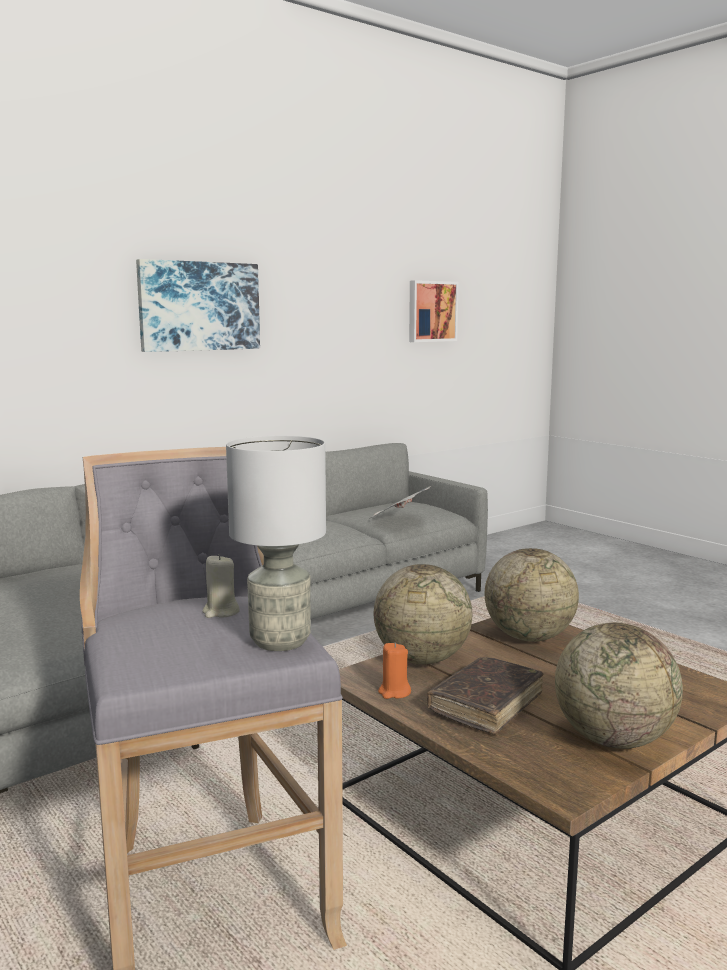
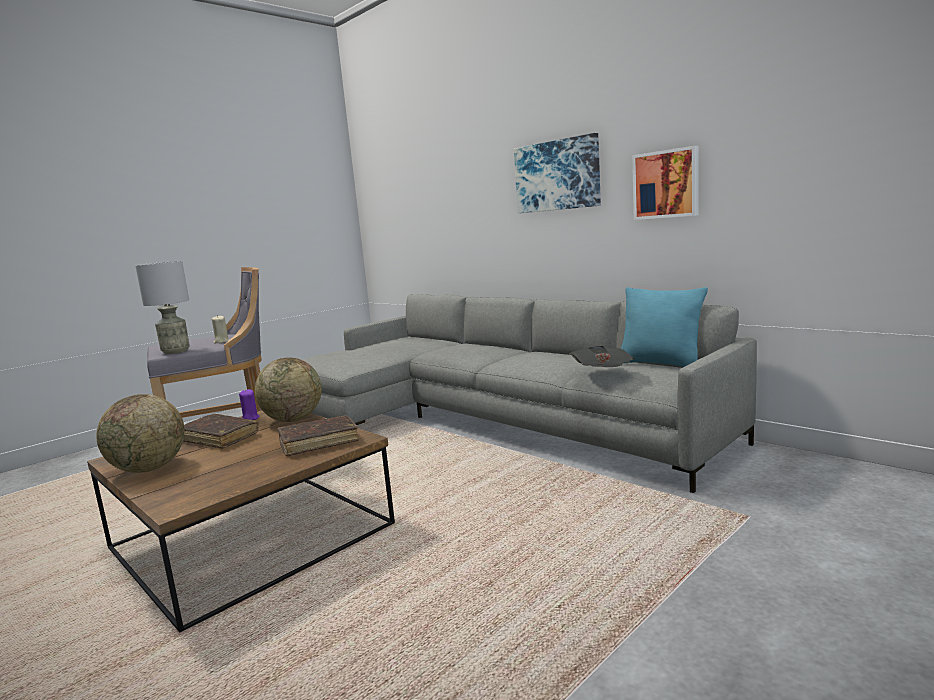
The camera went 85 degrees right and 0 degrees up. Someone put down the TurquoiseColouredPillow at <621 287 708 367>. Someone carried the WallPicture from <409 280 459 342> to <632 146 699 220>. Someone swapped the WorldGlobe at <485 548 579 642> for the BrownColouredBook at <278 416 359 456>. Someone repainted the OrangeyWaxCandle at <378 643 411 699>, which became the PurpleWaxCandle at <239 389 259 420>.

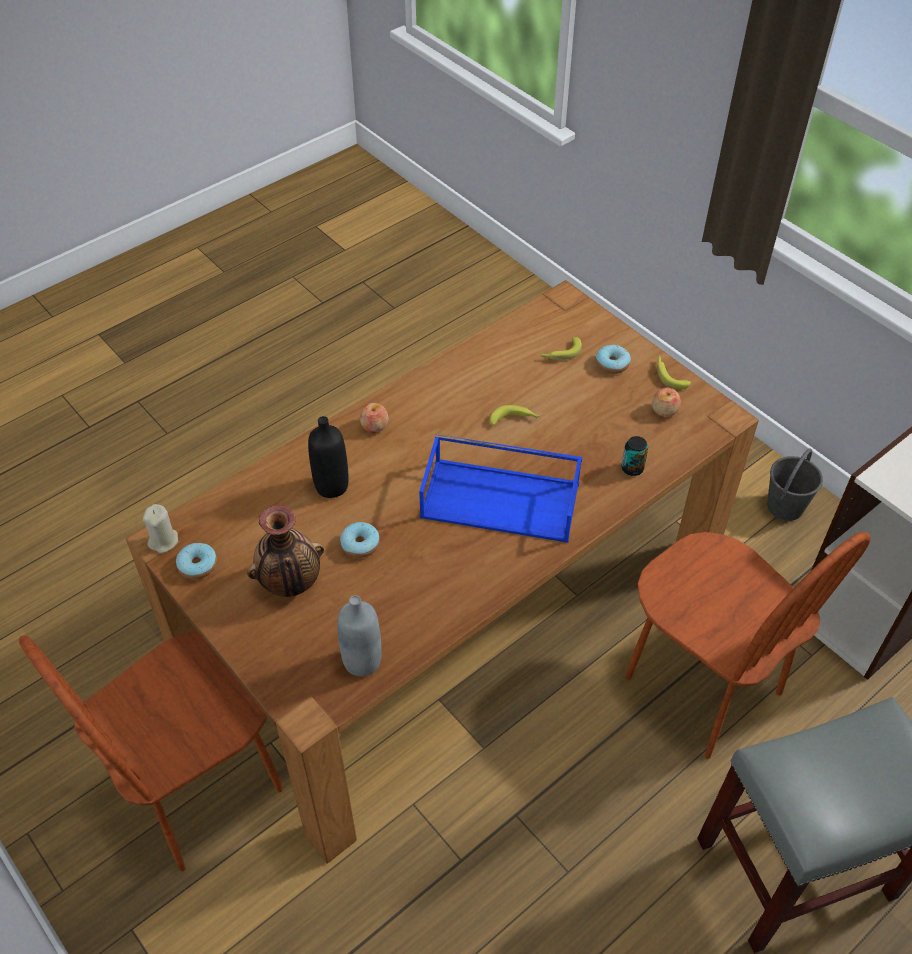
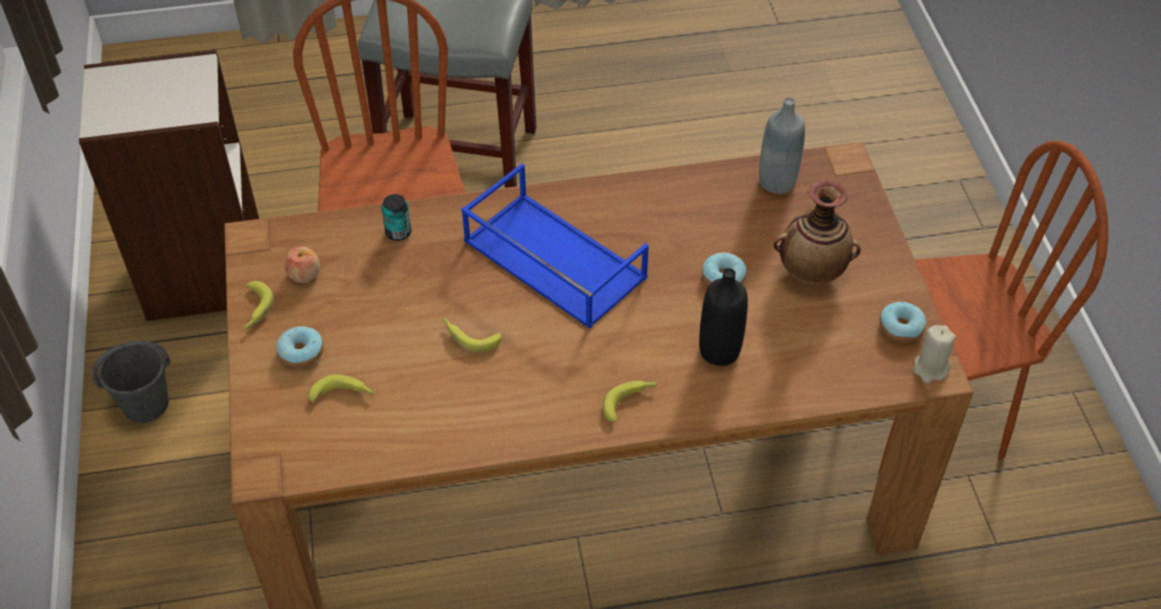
The camera went 150 degrees left and 0 degrees up. Someone swapped the Apple at <360 403 388 433> for the BananaFruit at <603 381 657 422>.

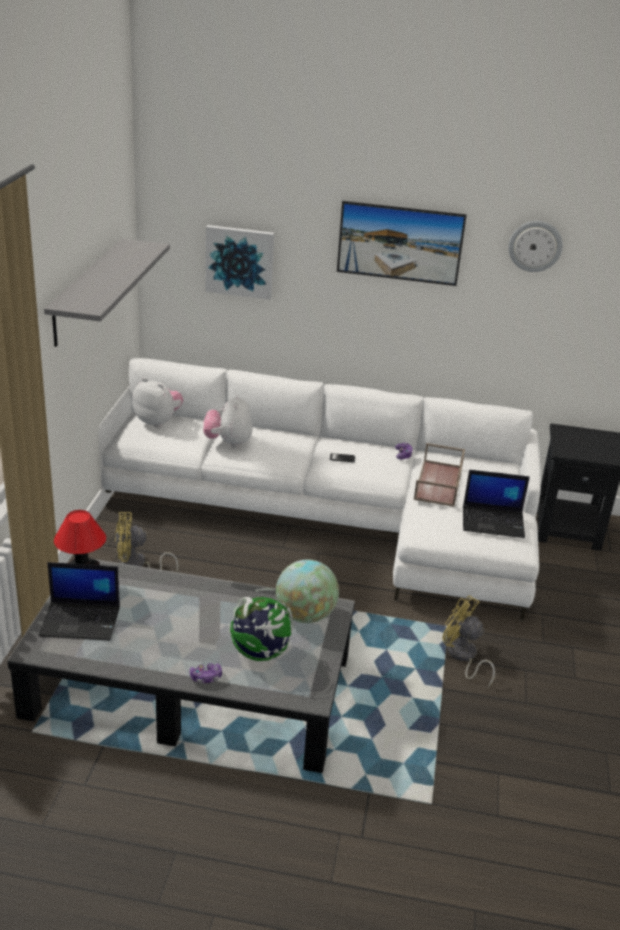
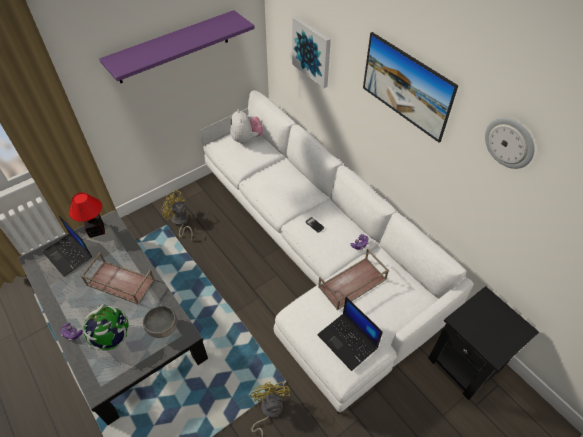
The camera went 45 degrees right and 20 degrees up. Someone took away the SoftToy at <203 394 253 448>. Someone put down the BrownColouredTray at <81 252 155 305>. Someone swapped the WorldGlobe at <276 559 339 623> for the GreyBowl at <143 306 177 338>. Someone repainted the GreyWallShelf at <44 239 170 347>, which became the PurpleWallShelf at <99 10 255 83>.

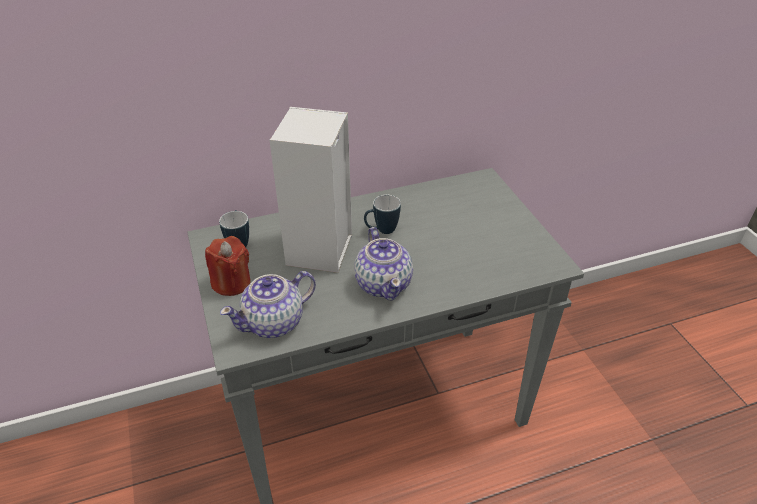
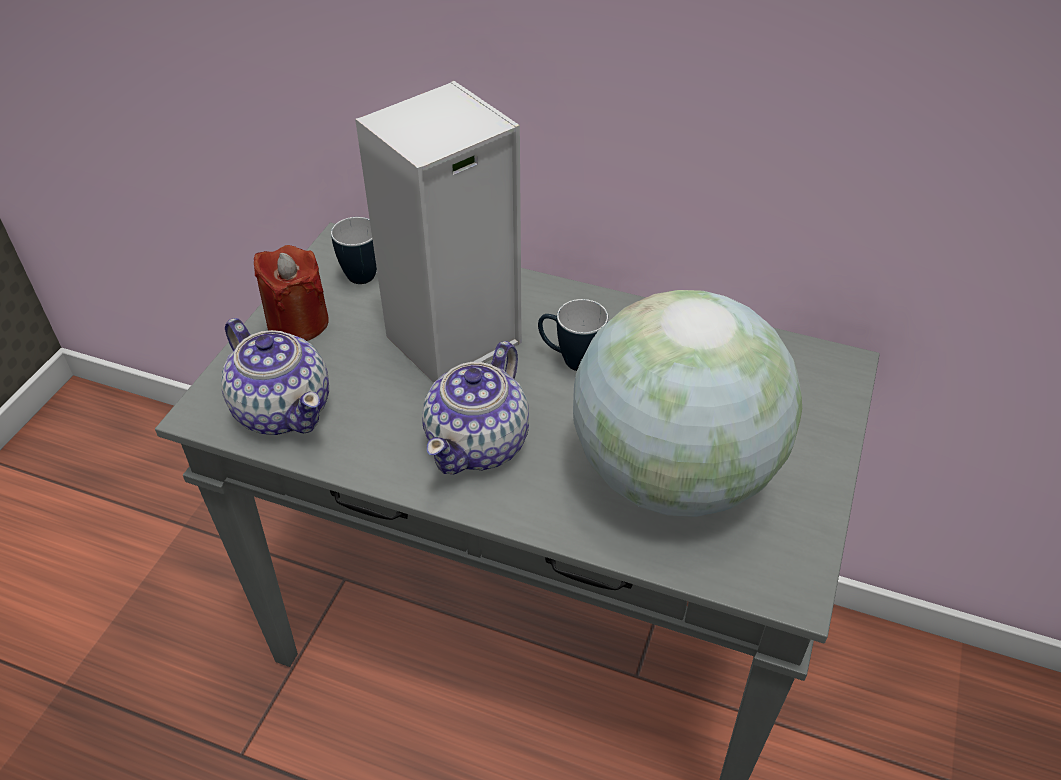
The camera went 40 degrees right and 5 degrees up. Someone put down the WorldGlobe at <573 290 802 517>. Someone rotated the TeaPot at <220 271 316 338> by 135 degrees counterclockwise.

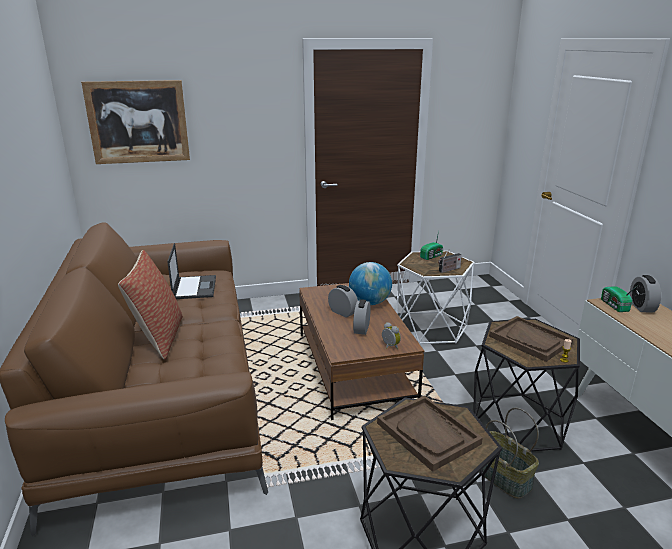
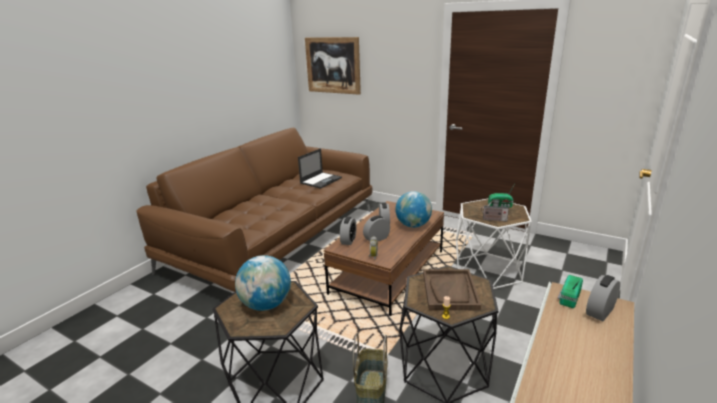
The camera went 45 degrees right and 0 degrees up. Someone took away the Pillow at <118 250 183 360>. Someone put down the AlarmClock at <340 217 356 245>. Someone swapped the BrownColouredTray at <377 396 483 472> for the WorldGlobe at <235 255 291 311>.

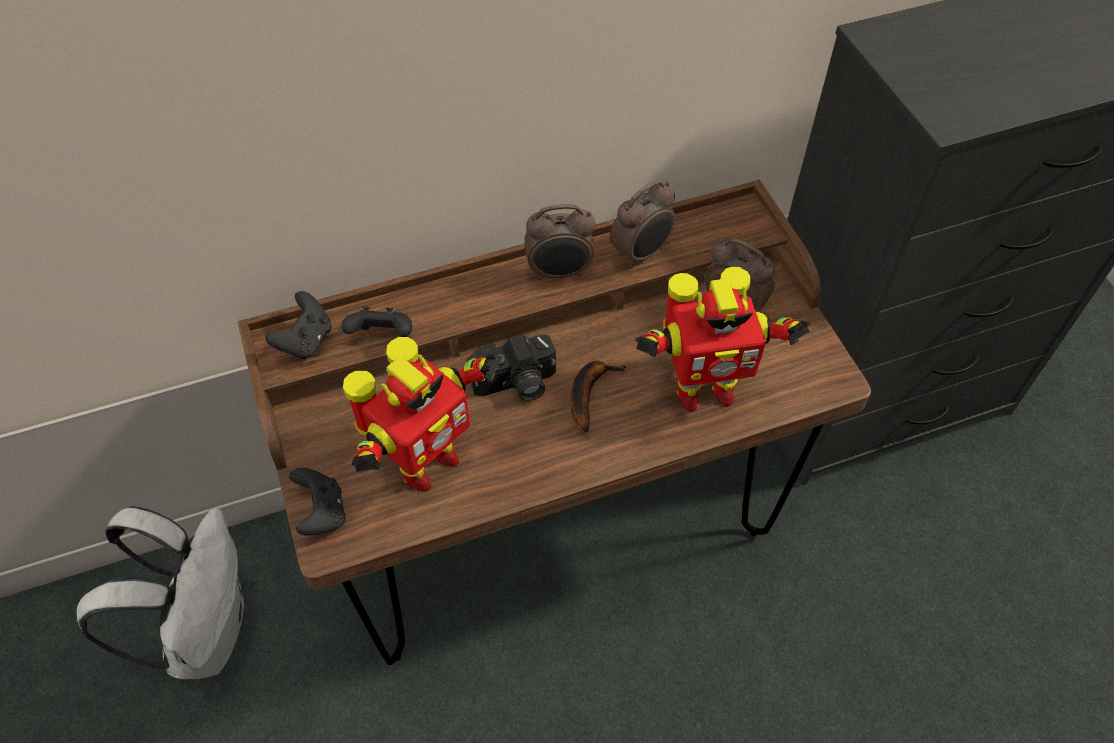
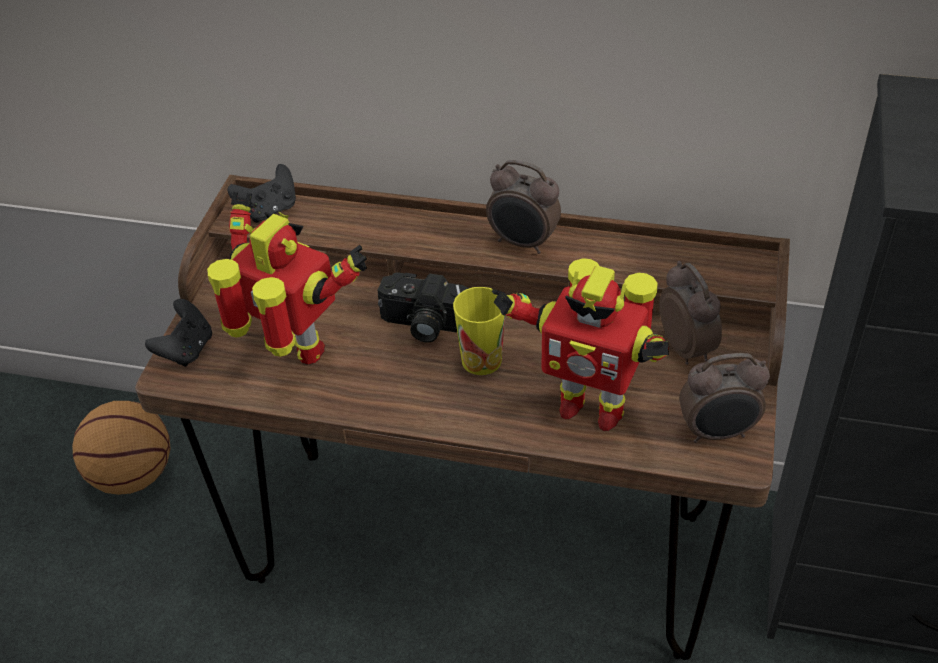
The camera went 35 degrees right and 10 degrees down. Someone took away the BlackJoypad at <341 306 412 337>. Someone carried the AlarmClock from <610 180 676 268> to <679 353 770 443>. Someone swapped the WhiteColouredKnapsack at <77 506 244 679> for the BallForBasketball at <72 401 171 495>. Someone swapped the BananaFruit at <570 360 627 432> for the Cup at <453 287 505 375>. Someone rotated the ToyRobot at <343 337 499 492> by 135 degrees counterclockwise.

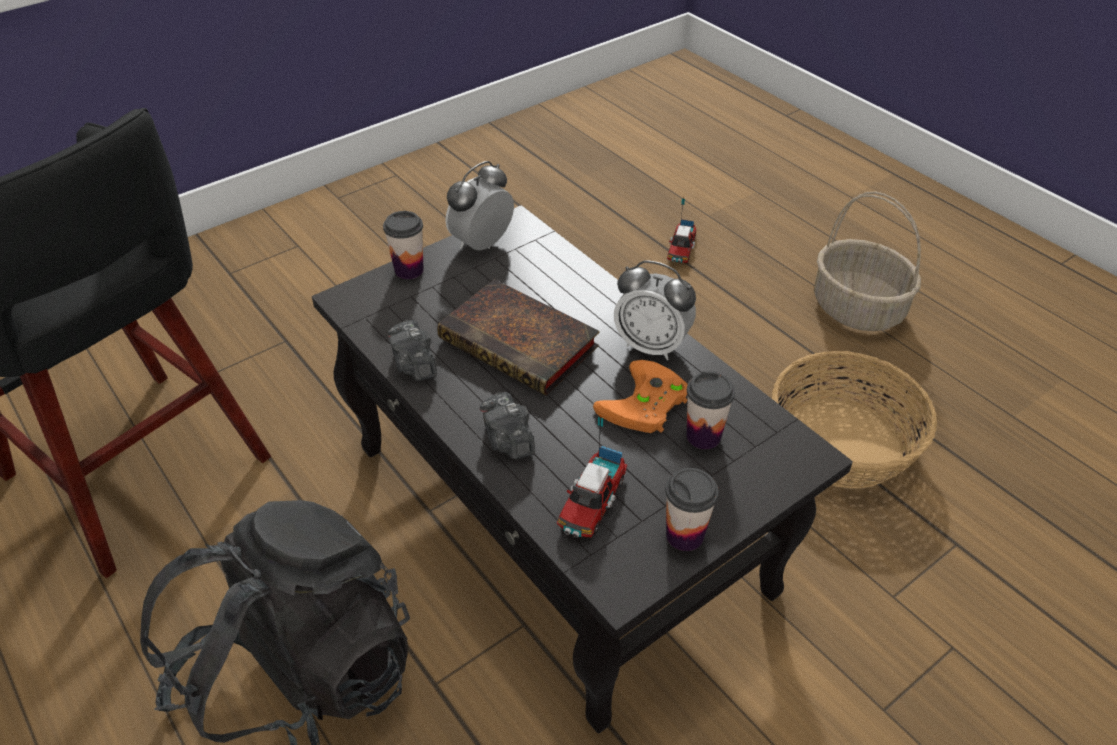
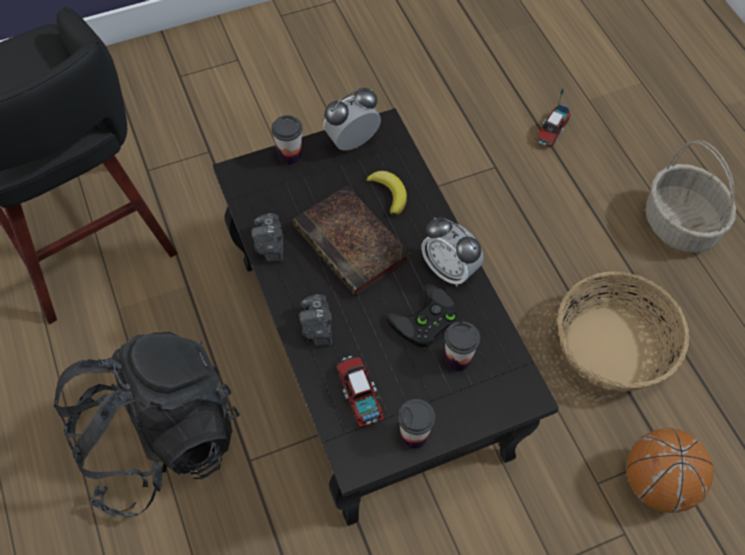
The camera went 15 degrees right and 15 degrees up. Someone put down the BananaFruit at <366 171 407 215>. Someone put down the BallForBasketball at <626 428 714 513>. Someone repainted the OrangeyJoypad at <593 360 688 433>, which became the BlackJoypad at <386 284 460 349>. Someone rotated the ToyTruck at <557 415 627 538> by 120 degrees clockwise.

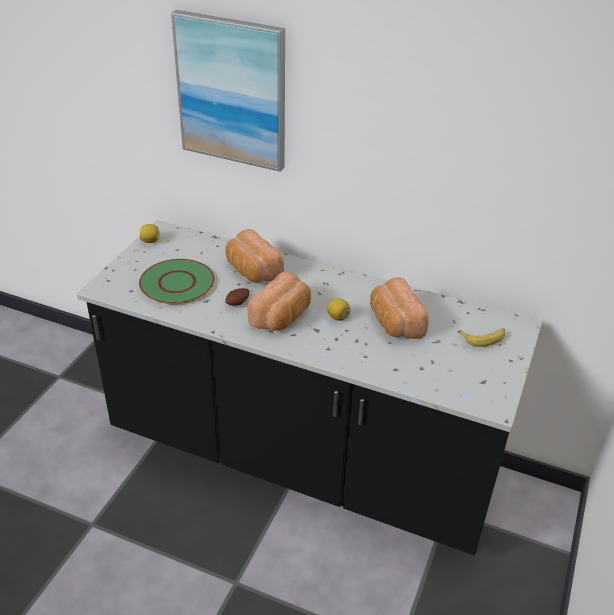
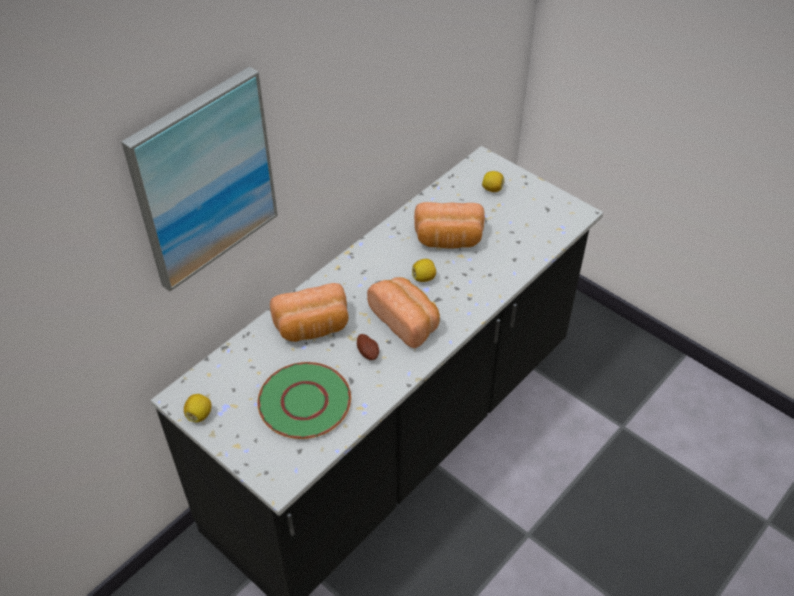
The camera went 70 degrees left and 10 degrees up. Someone swapped the BananaFruit at <458 328 505 347> for the Lemon at <482 171 504 192>.

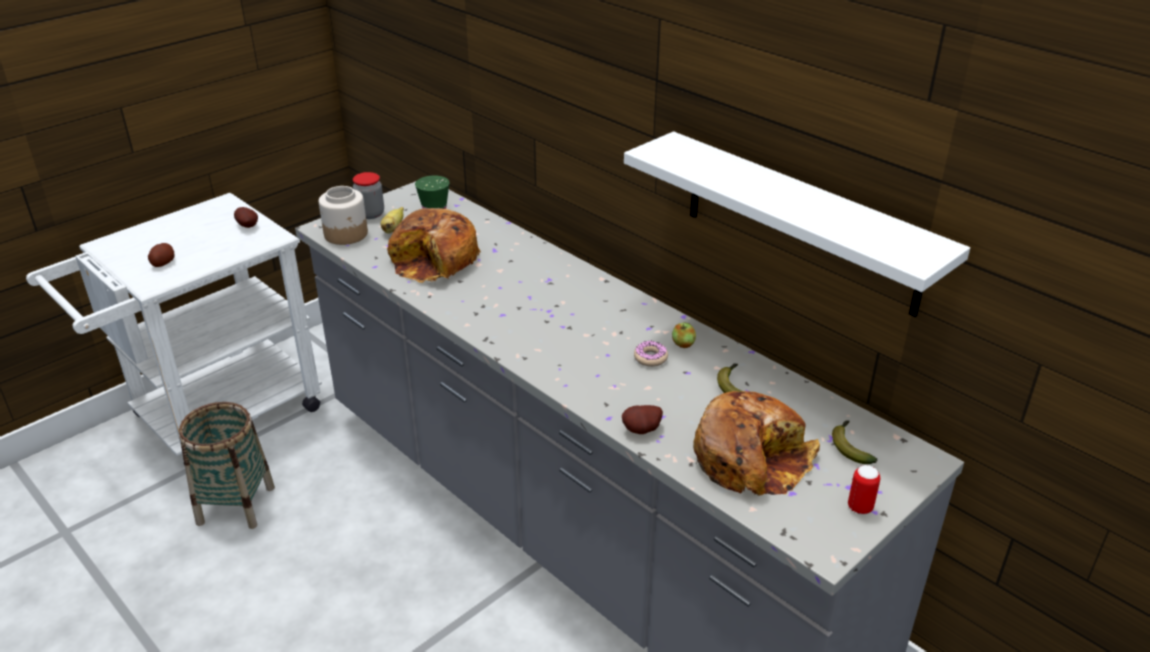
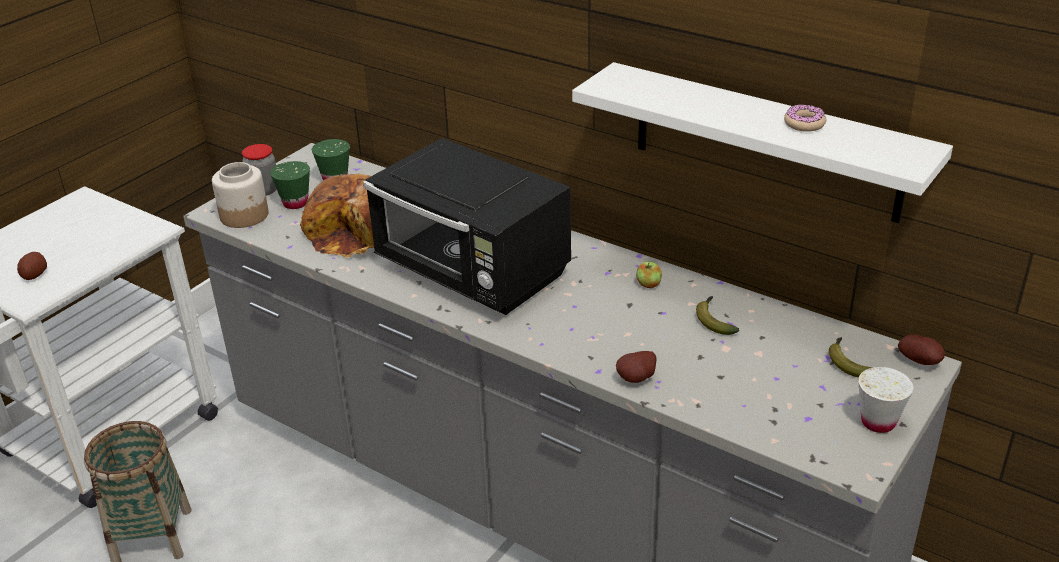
The camera went 10 degrees left and 0 degrees up. Someone took away the BakedBread at <693 391 820 496>. Someone put down the BlackMicrowave at <363 138 571 315>. Someone carried the WholePotato from <234 207 258 228> to <898 335 945 365>. Someone carried the Doughnut from <634 340 668 367> to <784 104 826 132>. Someone swapped the BananaFruit at <381 207 404 234> for the GreenishCup at <270 161 310 209>. Someone swapped the MetalCan at <848 465 880 514> for the WhiteColouredCup at <858 367 914 433>.

